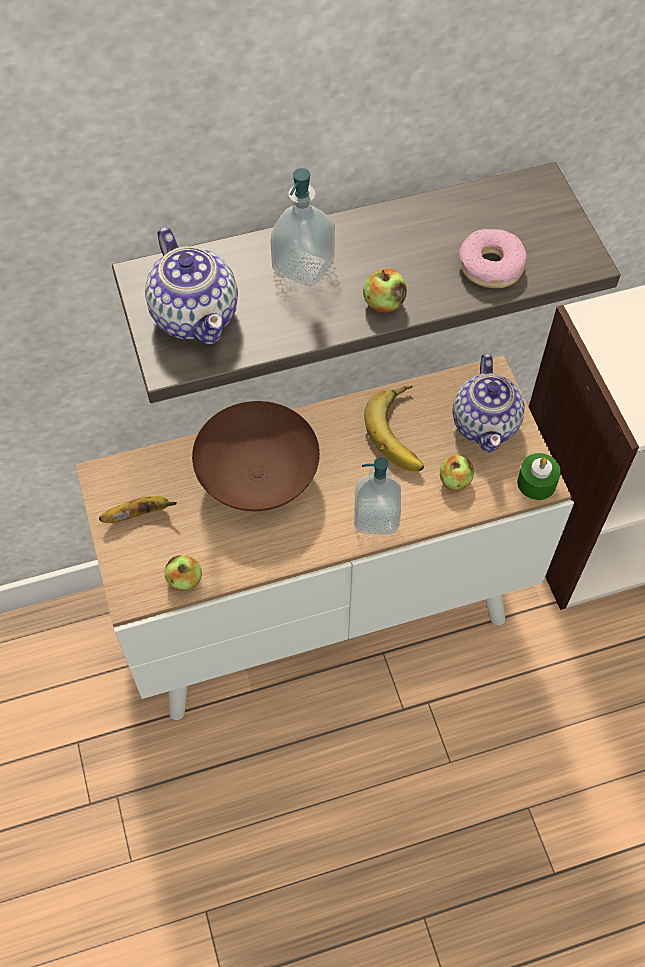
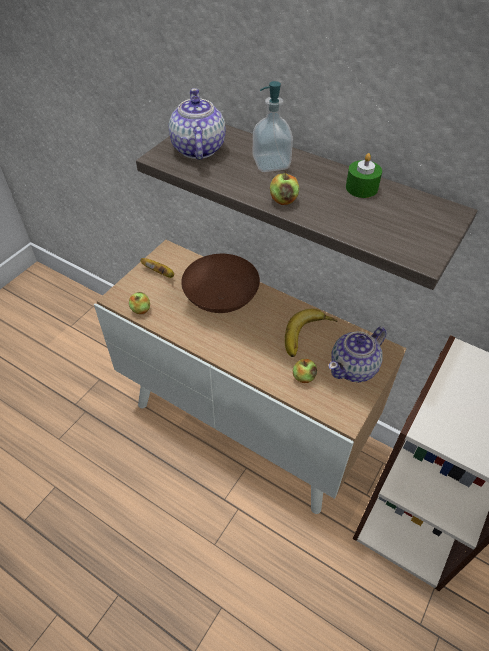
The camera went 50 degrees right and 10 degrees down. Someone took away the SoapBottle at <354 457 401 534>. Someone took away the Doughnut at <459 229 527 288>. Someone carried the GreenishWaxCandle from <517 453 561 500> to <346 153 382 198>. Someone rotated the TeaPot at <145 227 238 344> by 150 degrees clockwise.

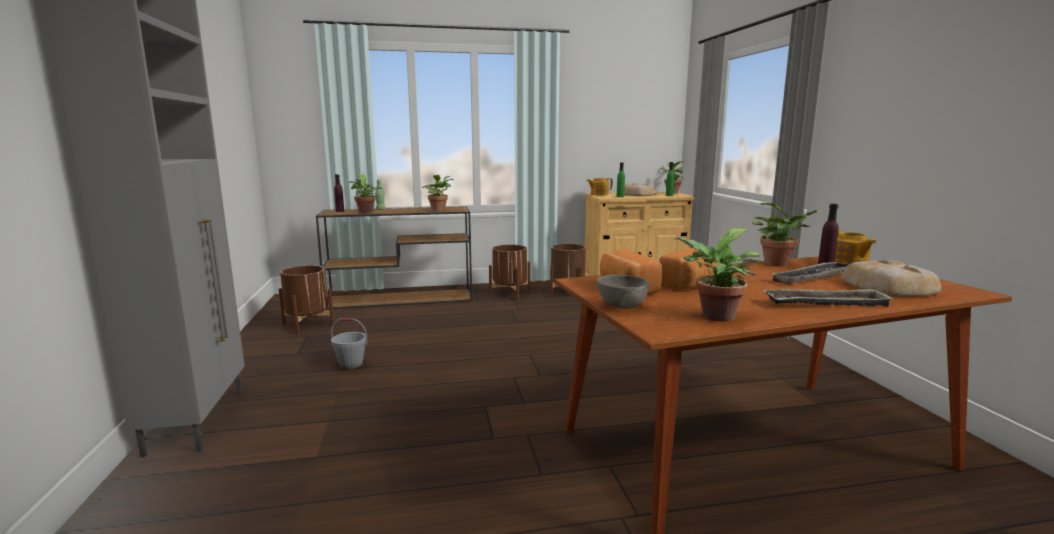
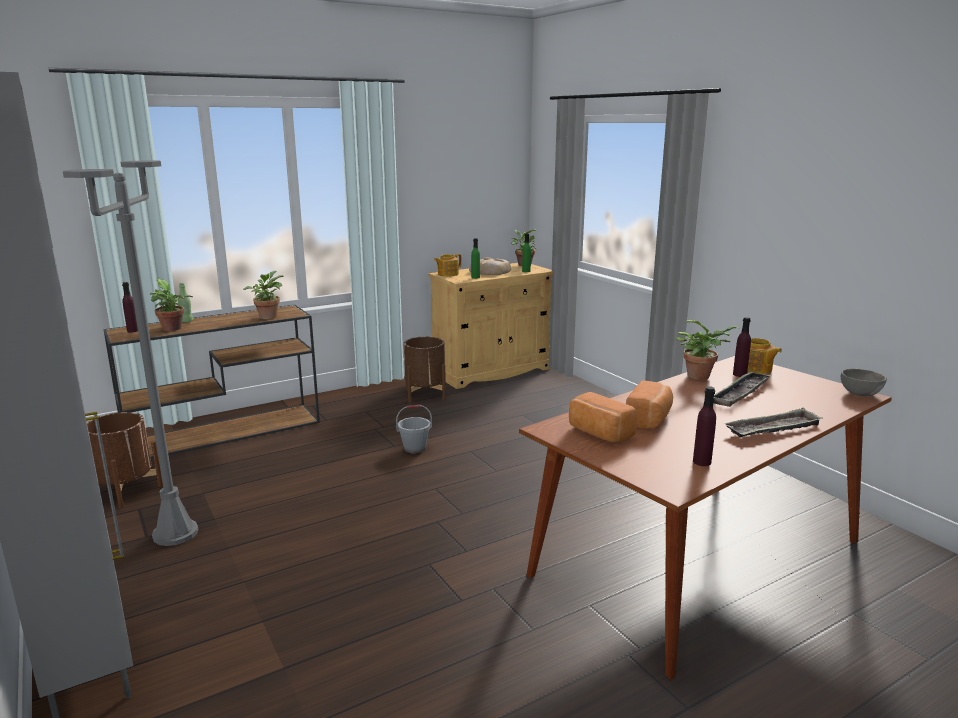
The camera went 20 degrees left and 5 degrees up. Someone took away the BrownColouredFlowerPot at <489 245 530 300>. Someone took away the BakedBread at <842 260 941 297>. Someone put down the GreyStandardLamp at <63 160 198 546>. Someone carried the GreyBucket from <331 318 367 369> to <396 405 432 454>. Someone carried the GreyBowl from <597 275 649 308> to <841 369 887 396>. Someone swapped the PlantInAPot at <674 229 761 322> for the PurpleBeverageBottle at <693 386 716 466>.

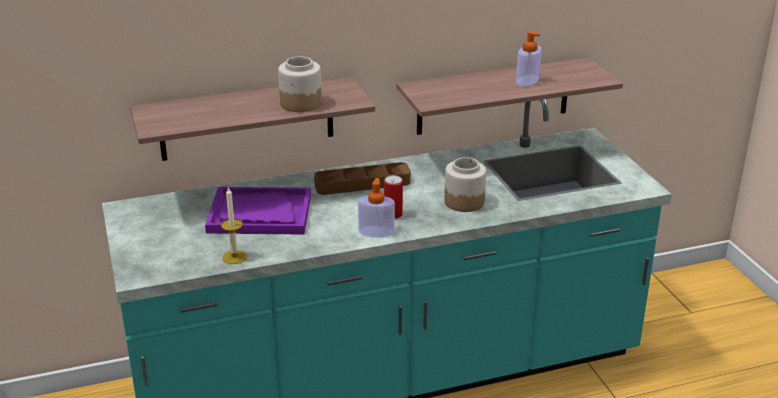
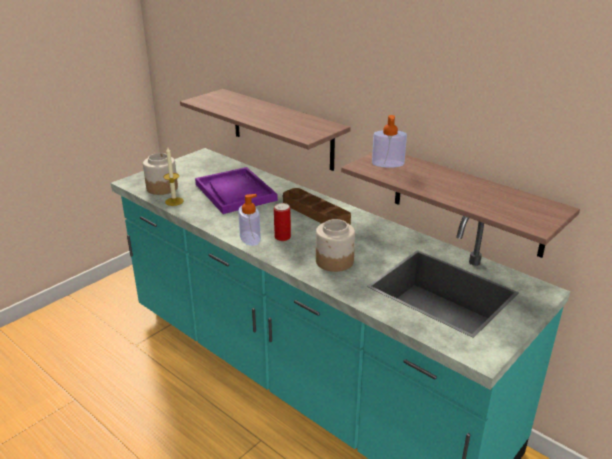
The camera went 60 degrees right and 0 degrees up. Someone carried the StorageJar from <278 56 322 112> to <143 153 178 195>. Someone carried the SoapBottle from <516 31 542 86> to <372 115 407 168>.

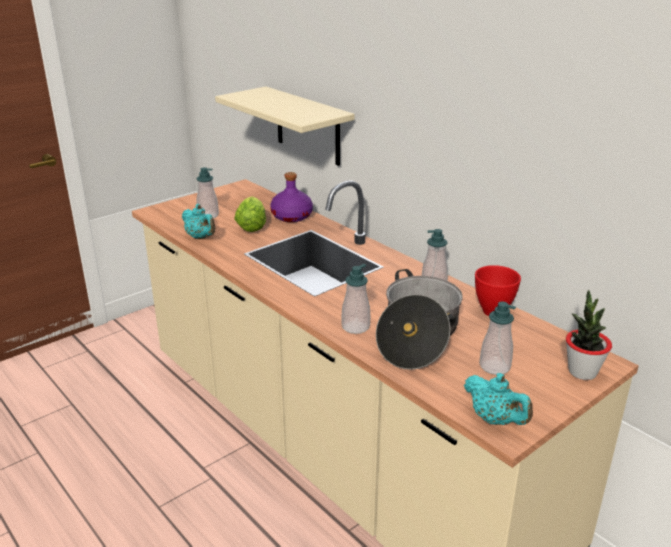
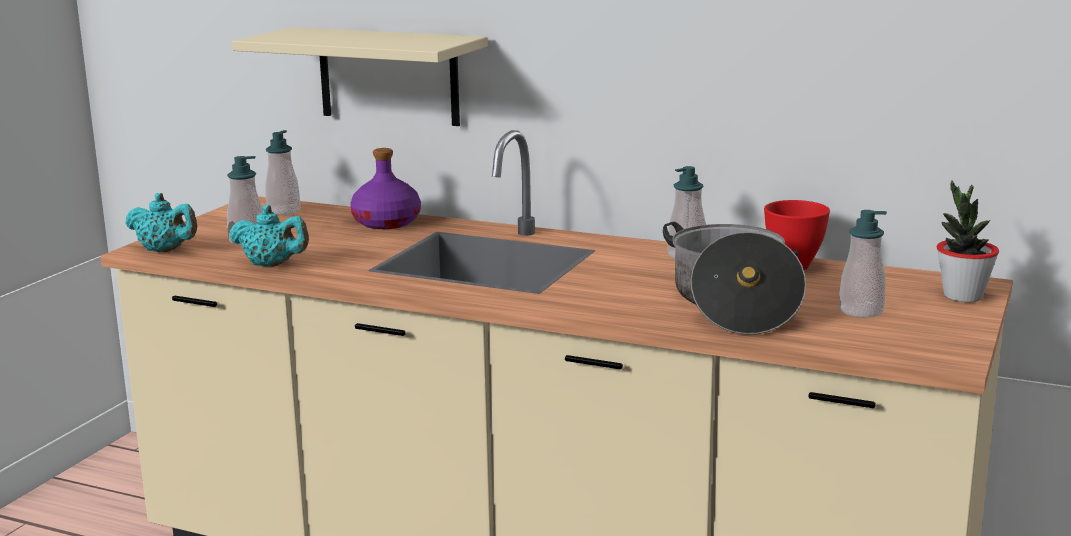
The camera went 25 degrees left and 10 degrees down. Someone took away the HeadOfLettuce at <234 196 266 232>. Someone carried the SoapBottle from <341 264 370 334> to <265 130 301 215>. Someone carried the TurquoiseColouredTeaPot from <464 373 533 425> to <125 193 197 252>.

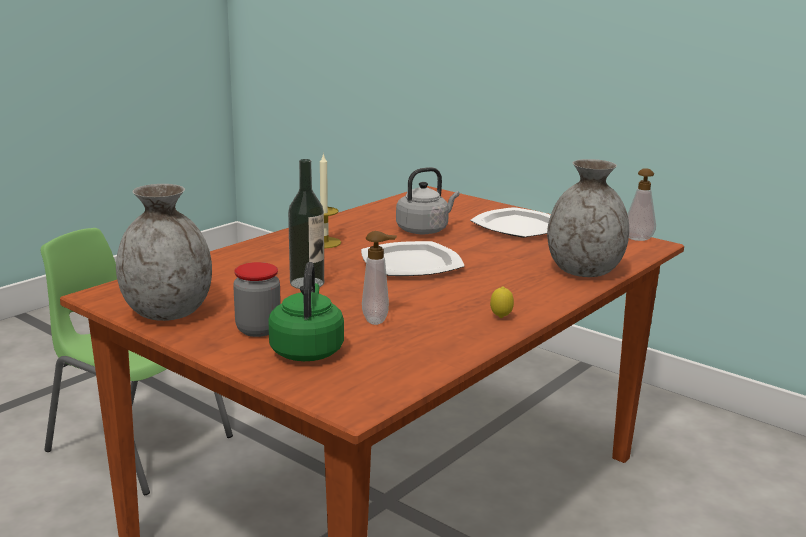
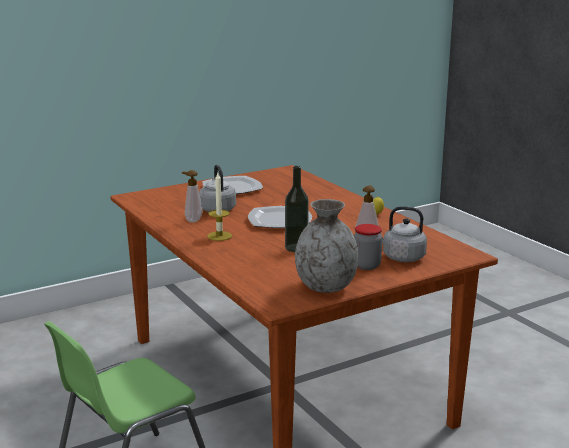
The camera went 70 degrees left and 0 degrees up. Someone took away the GreyDecorativeVase at <547 159 629 277>. Someone carried the SoapBottle from <627 168 656 241> to <182 170 202 223>. Someone repainted the GreenishKettle at <268 262 344 361>, which became the GreyKettle at <380 206 427 262>.

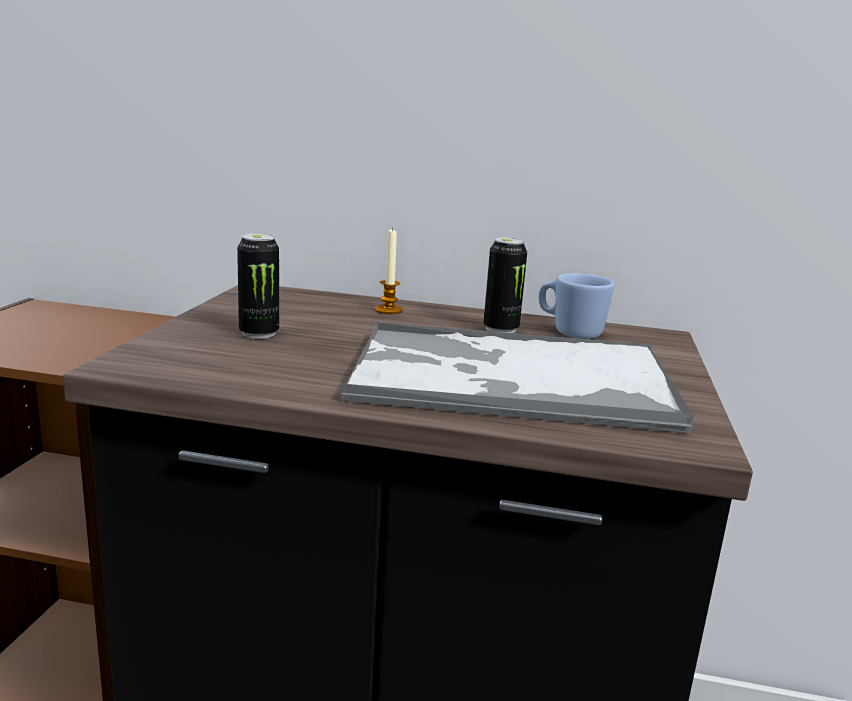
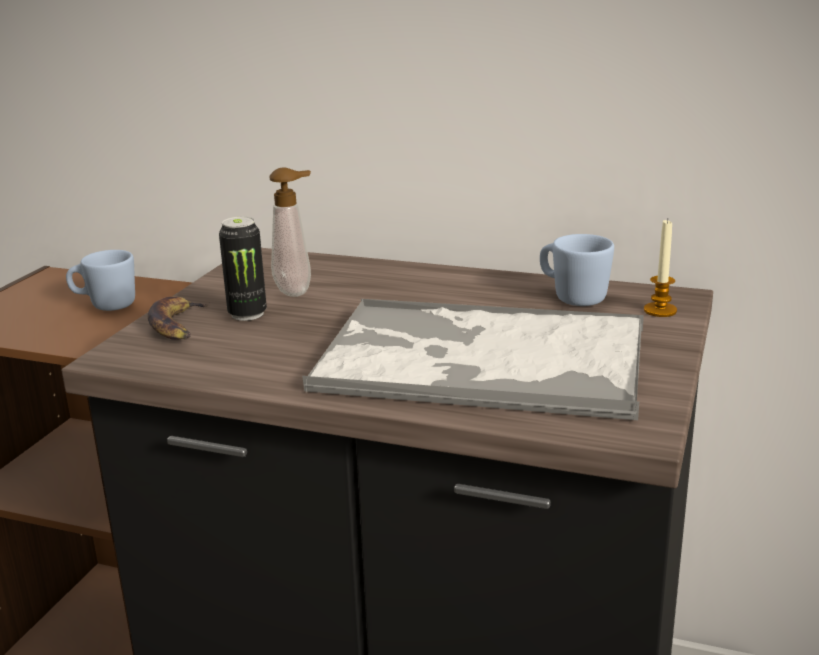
The camera went 10 degrees right and 5 degrees up. Someone took away the MetalCan at <483 237 527 333>. Someone put down the BluishTeaMug at <66 250 135 311>. Someone put down the BananaFruit at <148 296 210 340>. Someone put down the SoapBottle at <269 167 311 297>. Someone carried the WaxCandle from <375 228 403 314> to <644 219 677 317>.

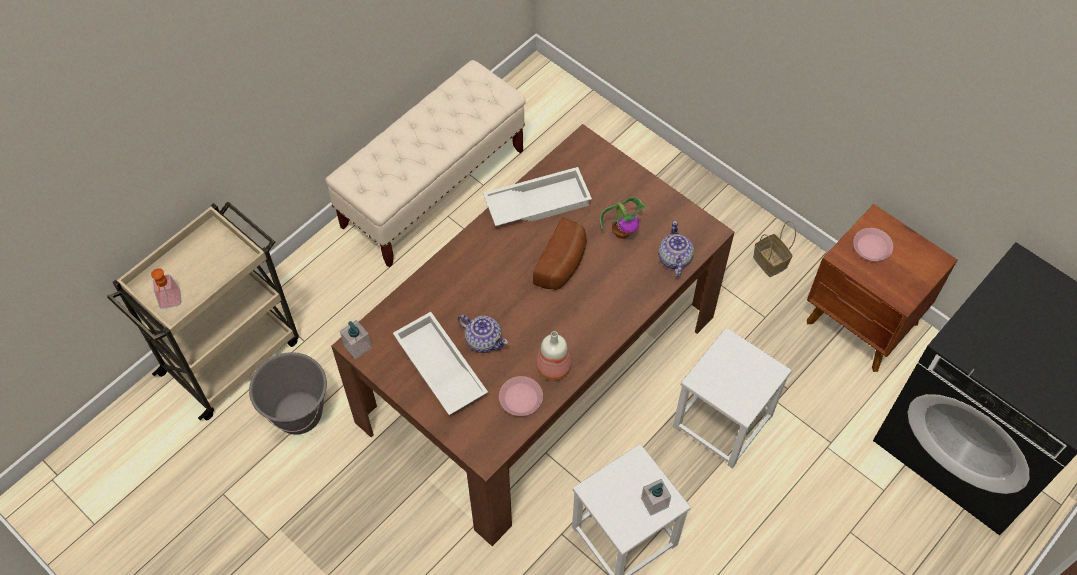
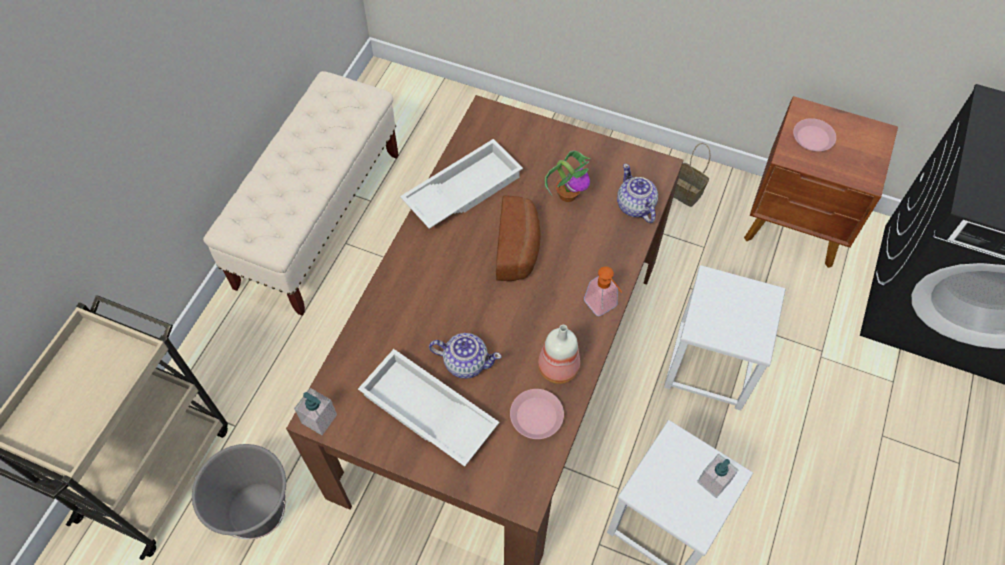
The camera went 20 degrees left and 0 degrees up. Someone carried the SoapBottle from <151 268 182 309> to <584 266 622 316>.

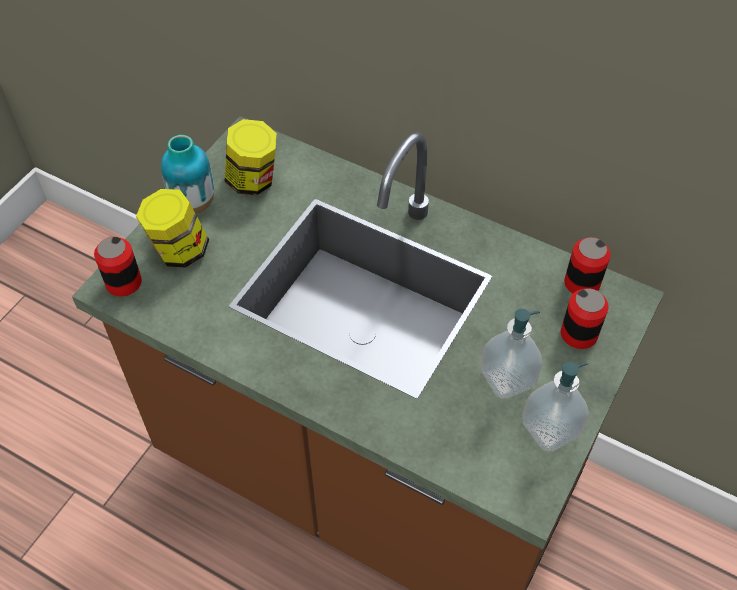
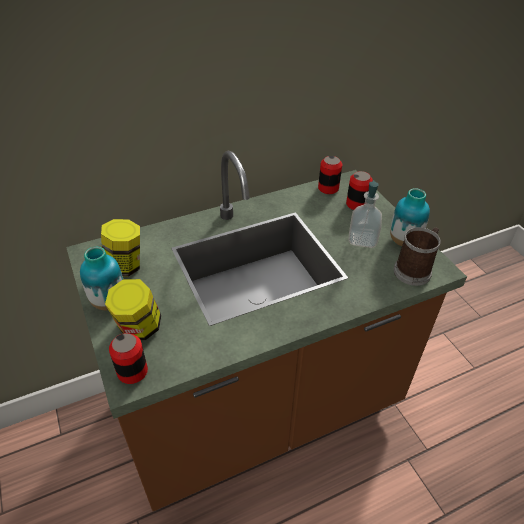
The camera went 55 degrees left and 10 degrees down. Someone put down the TeaMug at <394 227 441 286>. Someone swapped the SoapBottle at <522 362 589 452> for the DecorativeVase at <390 188 430 246>.

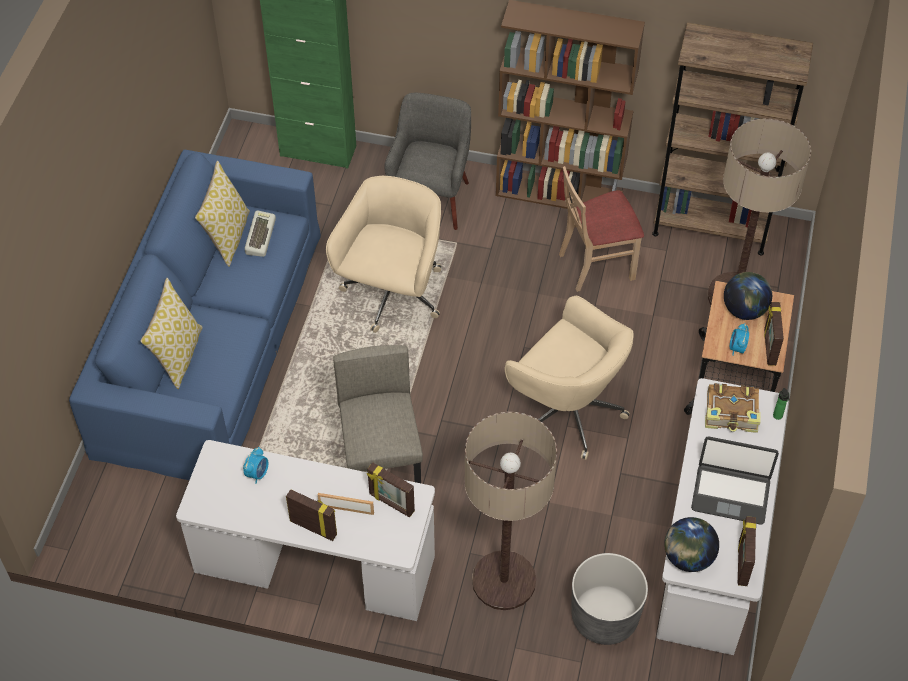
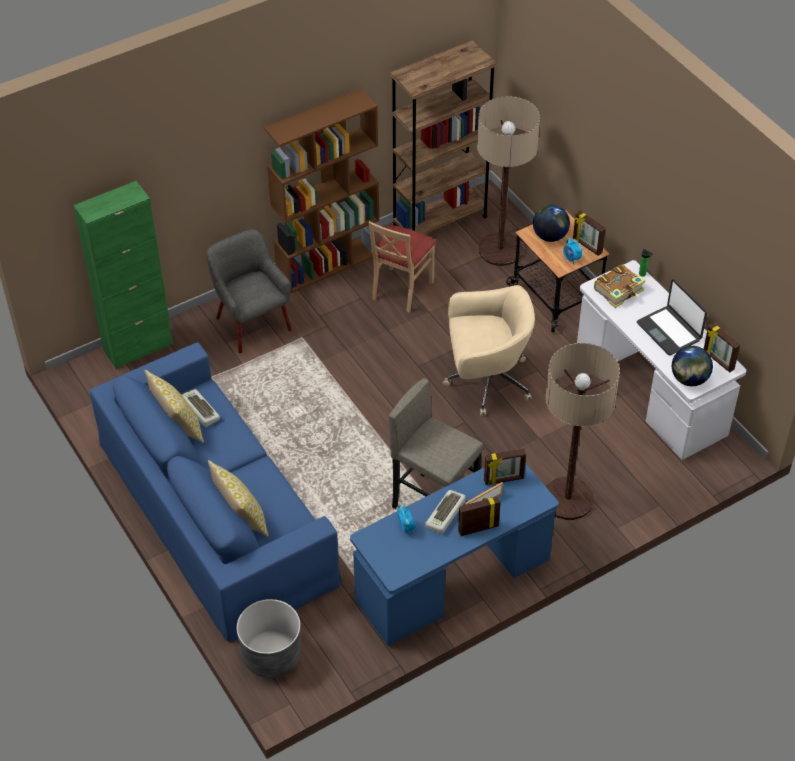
The camera went 45 degrees left and 5 degrees down. Someone took away the BeigeComputerChair at <326 176 441 333>. Someone put down the Keyboard at <425 490 465 534>. Someone carried the GreyFlowerPot from <571 553 648 645> to <237 599 301 678>. Someone repainted the WhiteColouredDeskTable at <176 440 435 621>, which became the BluishDeskTable at <350 463 559 646>. Someone rotated the PortableComputer at <691 436 779 525> by 90 degrees clockwise.

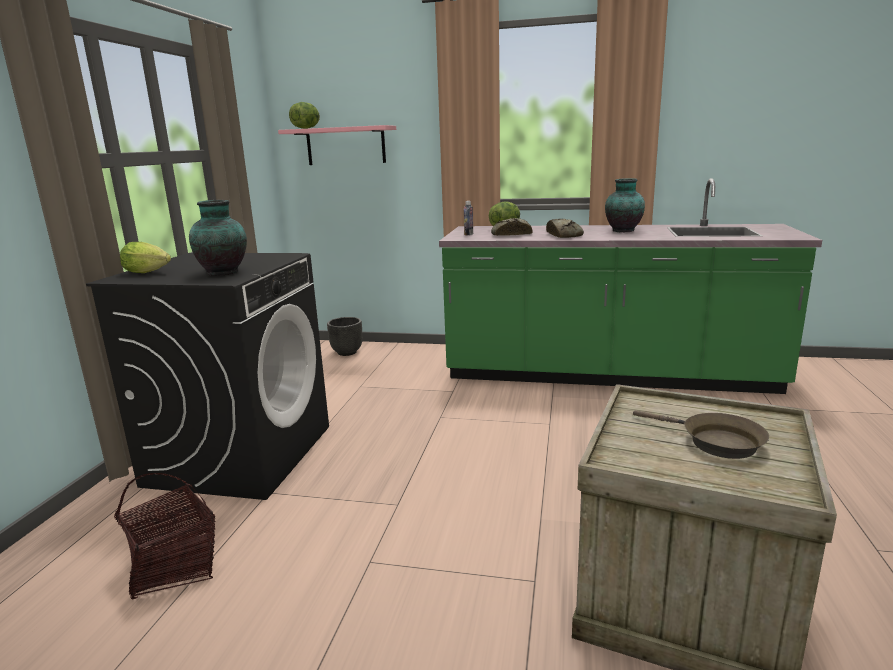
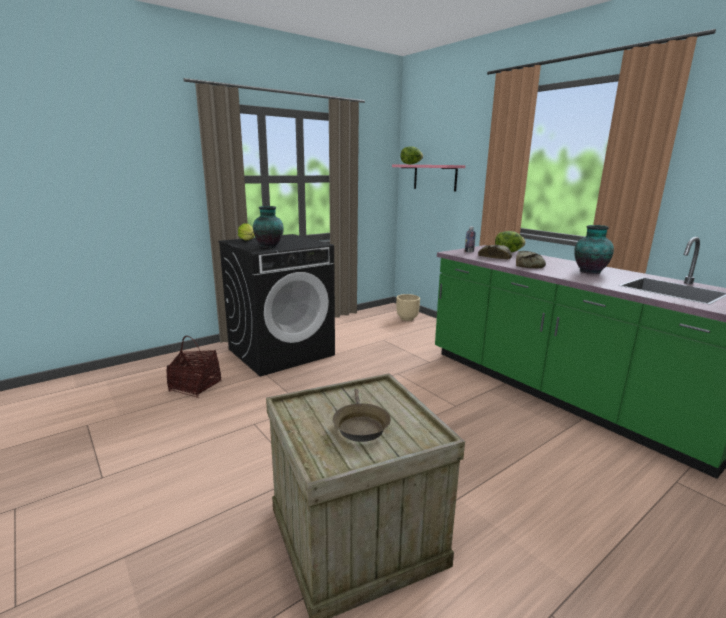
The camera went 40 degrees right and 0 degrees up. Someone repainted the BlackFlowerPot at <327 317 362 356>, which became the BeigeFlowerPot at <396 294 420 321>.

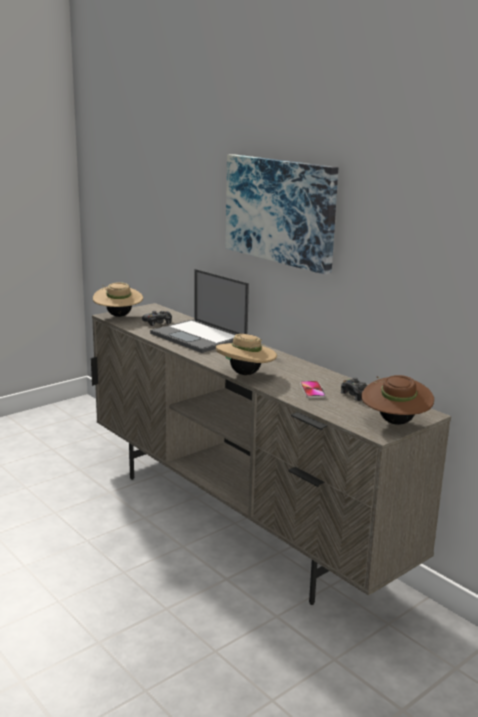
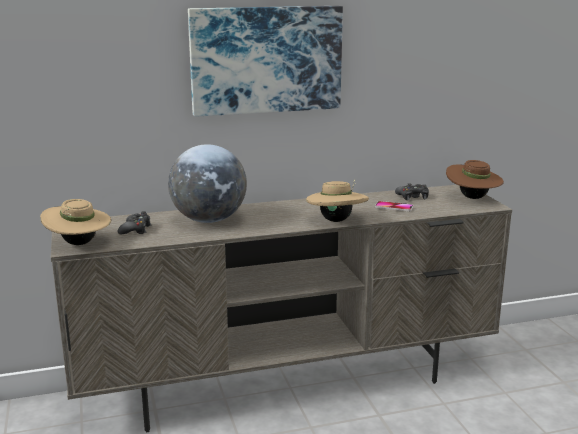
The camera went 65 degrees left and 0 degrees up. Someone swapped the PortableComputer at <150 269 249 353> for the WorldGlobe at <168 144 247 223>.

